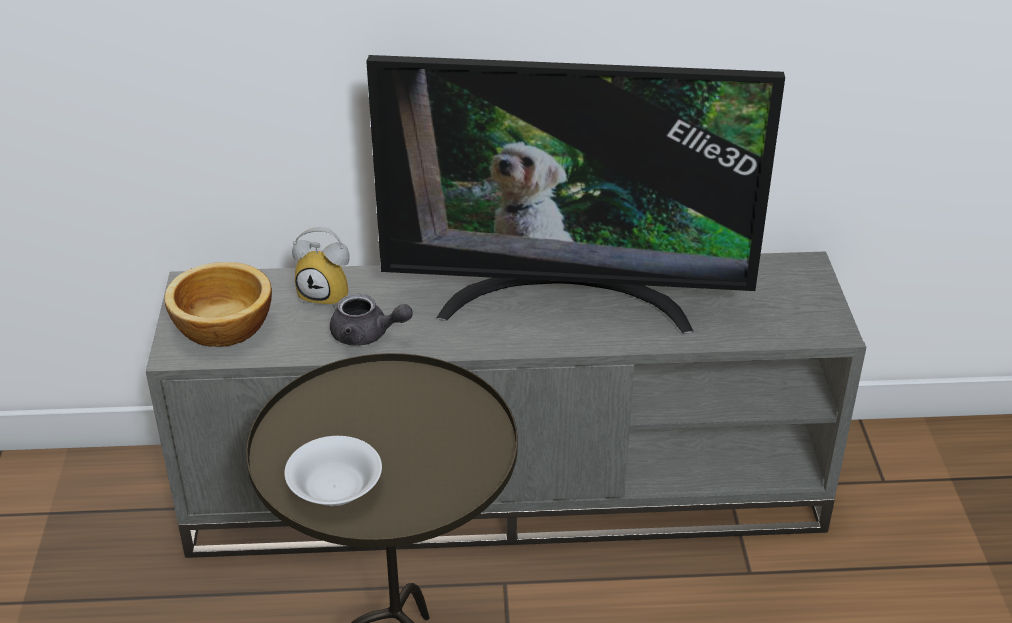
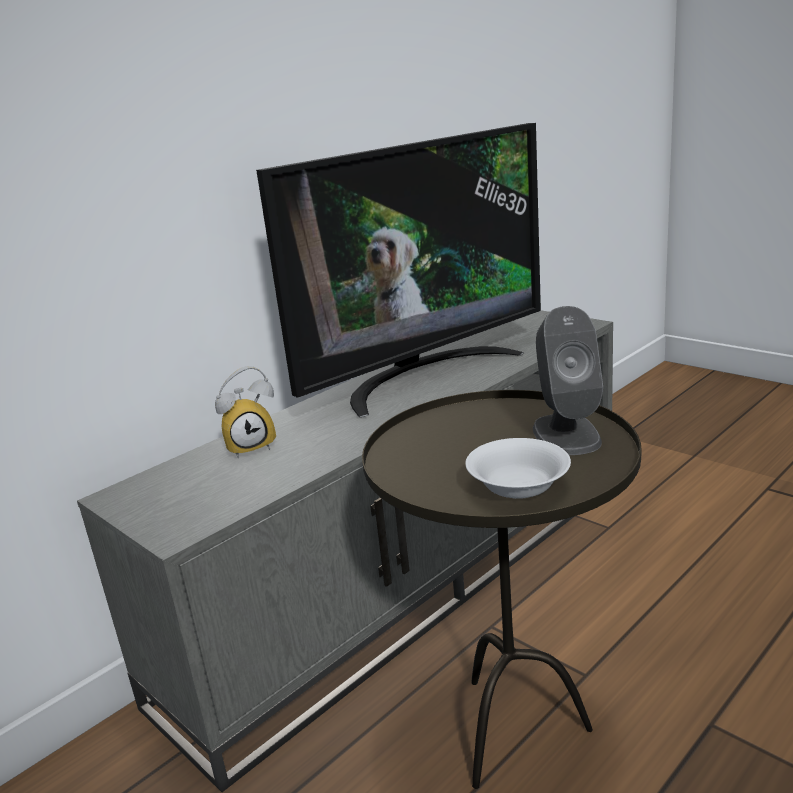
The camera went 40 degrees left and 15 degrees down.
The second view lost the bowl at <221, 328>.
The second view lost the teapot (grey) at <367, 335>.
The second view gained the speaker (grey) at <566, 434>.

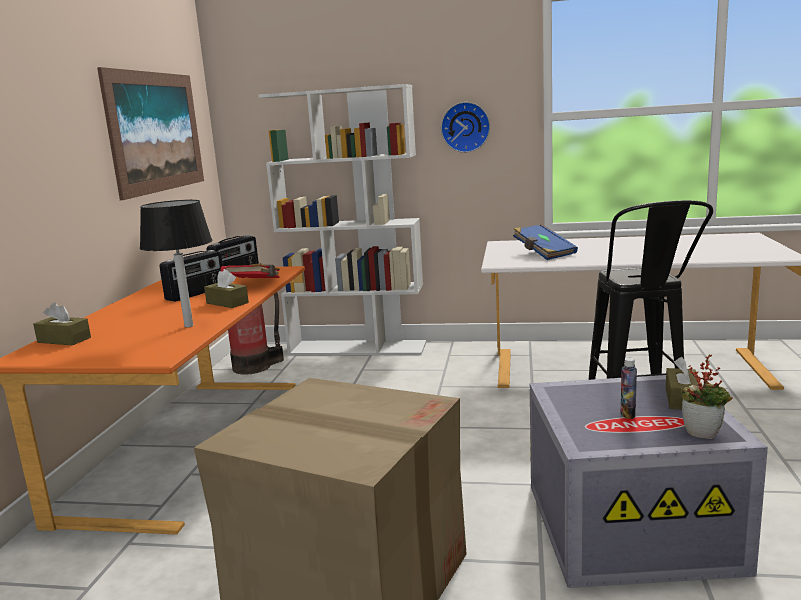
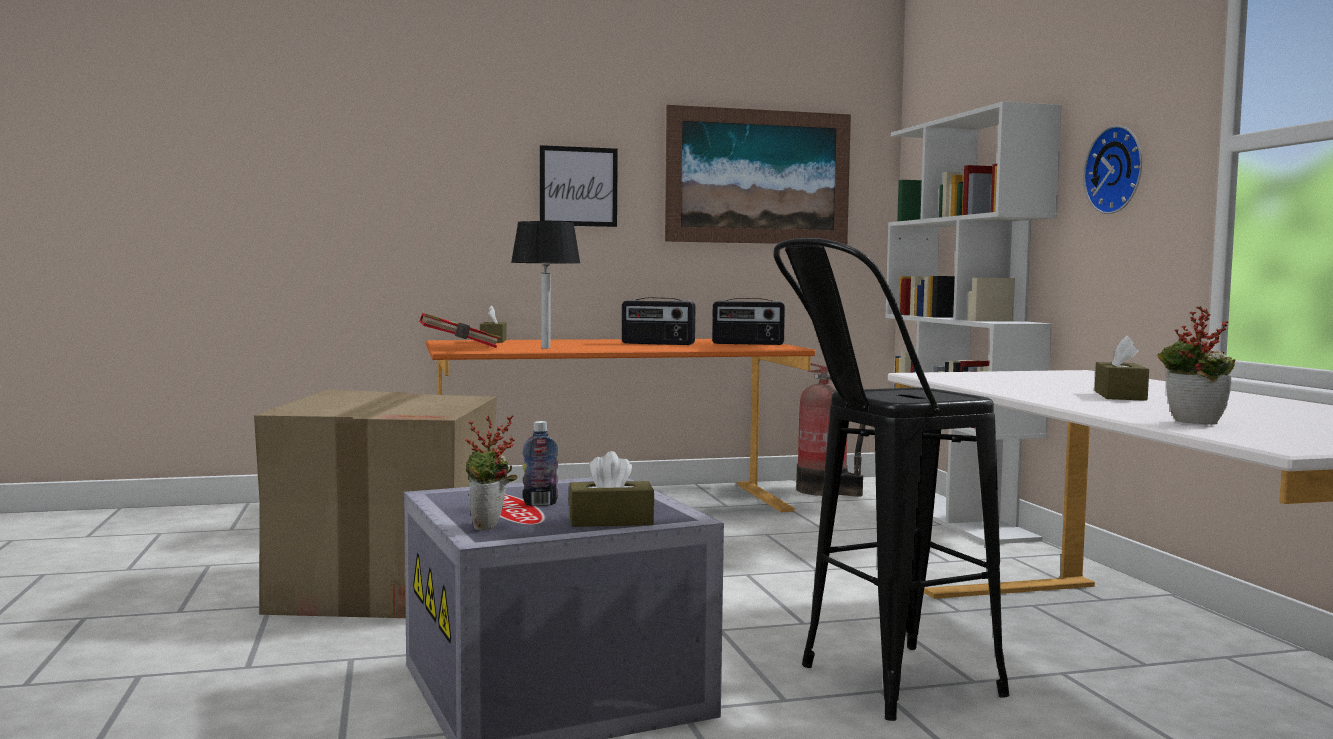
The camera went 65 degrees right and 10 degrees down.
The second view lost the book (blue) at <543, 253>.
The book (red) ended up elsewhere, having gone from <254, 285> to <459, 346>.
The tissue box (brown) ended up elsewhere, having gone from <227, 303> to <1120, 395>.
The second view gained the picture at <578, 186>.
The second view gained the potted plant at <1192, 423>.

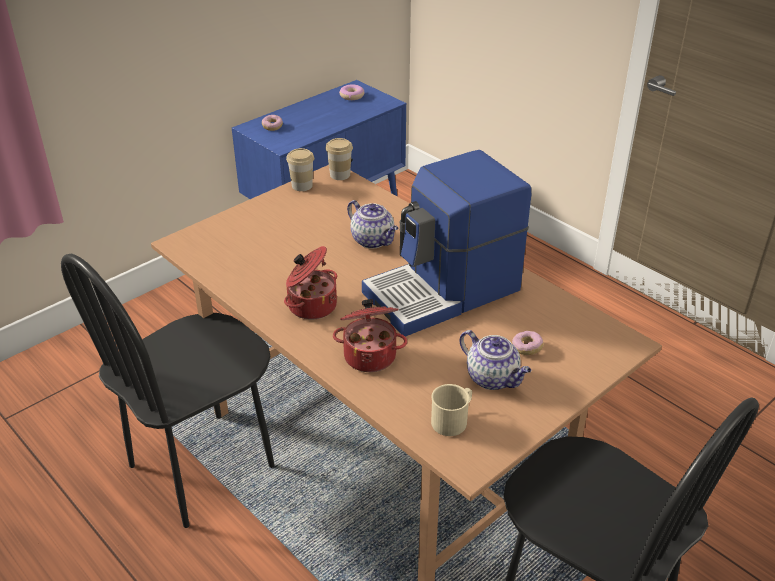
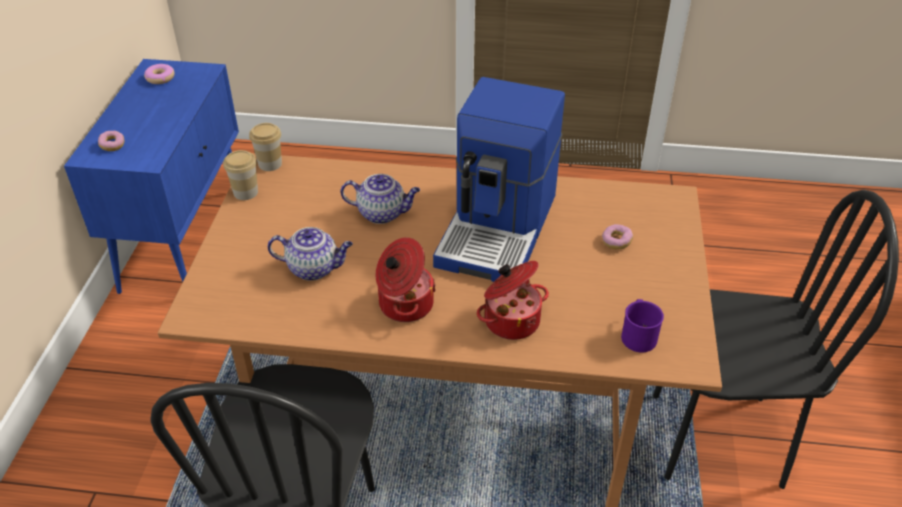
The camera went 40 degrees left and 5 degrees up.
The teapot ended up elsewhere, having gone from <493, 378> to <314, 268>.
What was the mug (beige) at <453, 420> turned into the mug (purple) at <638, 334>.

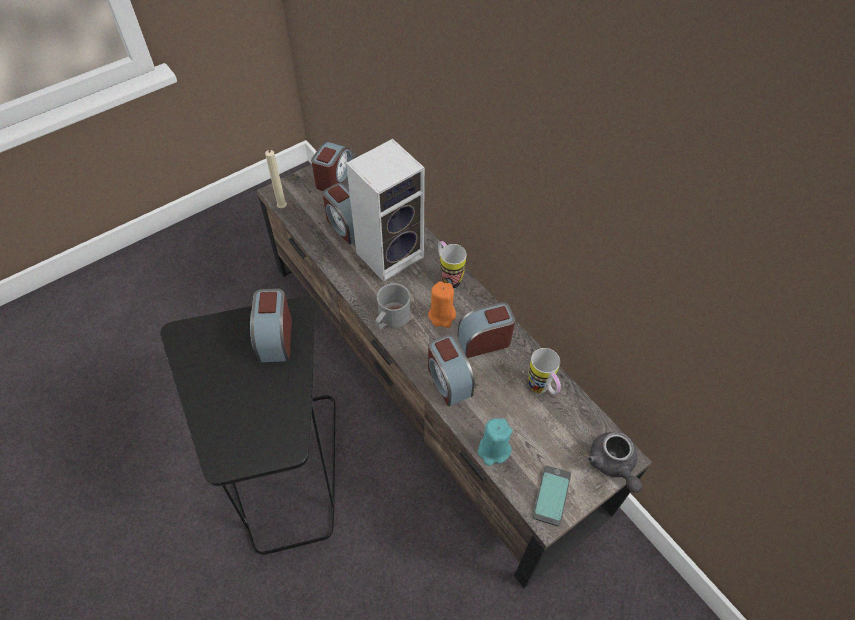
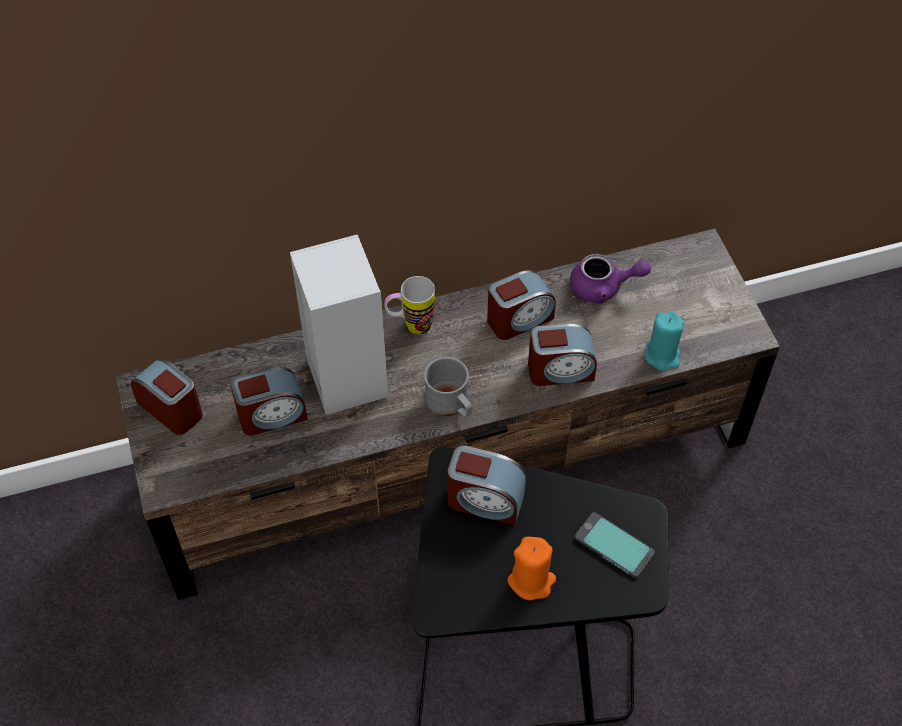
The camera went 70 degrees left and 0 degrees up.
The second view lost the candle (beige) at <284, 207>.
The candle (orange) ended up elsewhere, having gone from <442, 315> to <531, 581>.
The alarm clock at <484, 341> ended up facing another way, 120 degrees counterclockwise from before.
Where the mug stood at <542, 390>, the teapot (purple) came to stand at <603, 287>.
The second view lost the teapot (grey) at <613, 465>.
The phone ended up elsewhere, having gone from <551, 495> to <614, 546>.

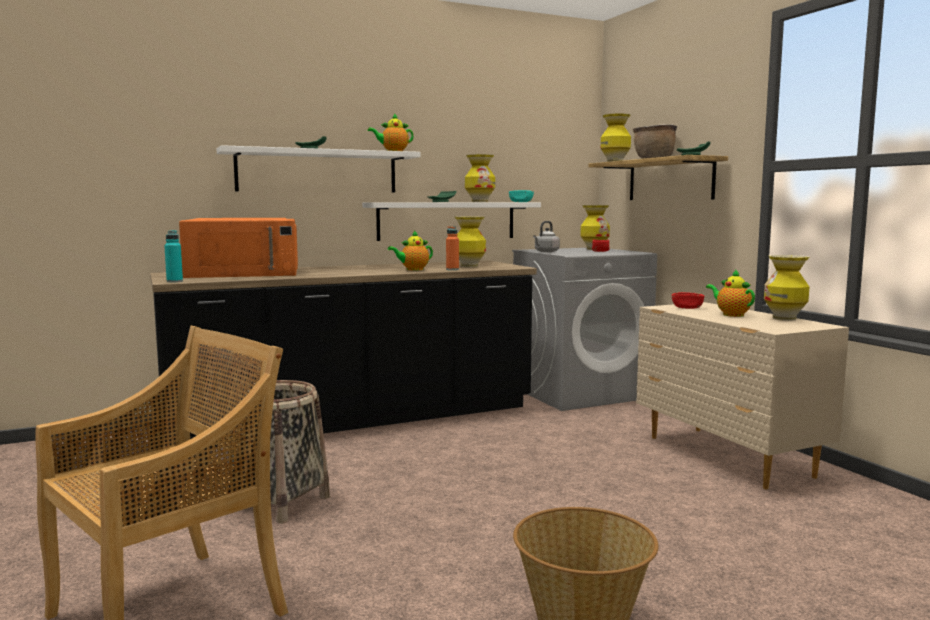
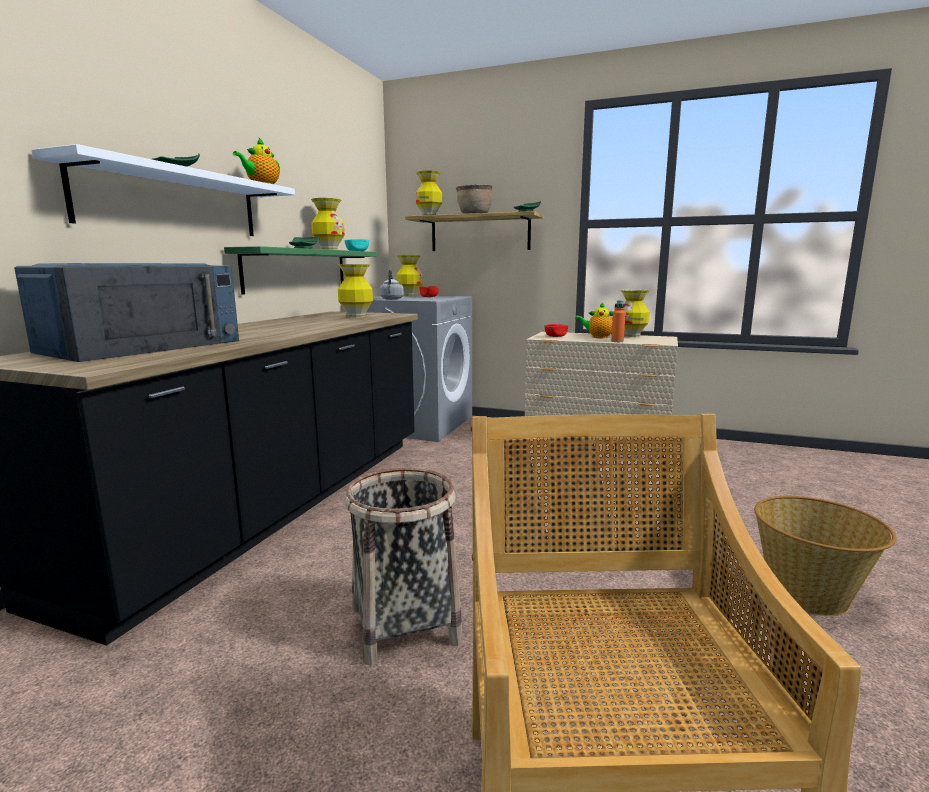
The camera went 45 degrees left and 5 degrees up.
What was the shelf (white) at <447, 221> turned into the shelf (green) at <297, 270>.
What was the microwave (orange) at <244, 273> turned into the microwave (blue) at <143, 346>.
The bottle (orange) ended up elsewhere, having gone from <452, 269> to <617, 341>.
The second view lost the bottle (turquoise) at <174, 281>.
The second view lost the teapot at <413, 269>.

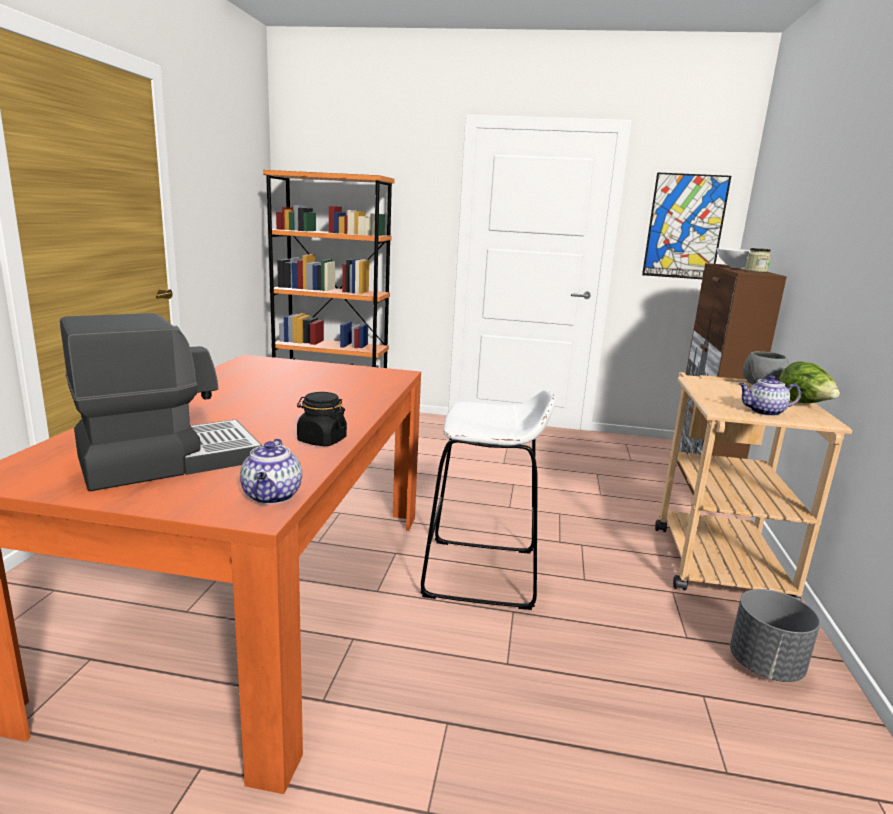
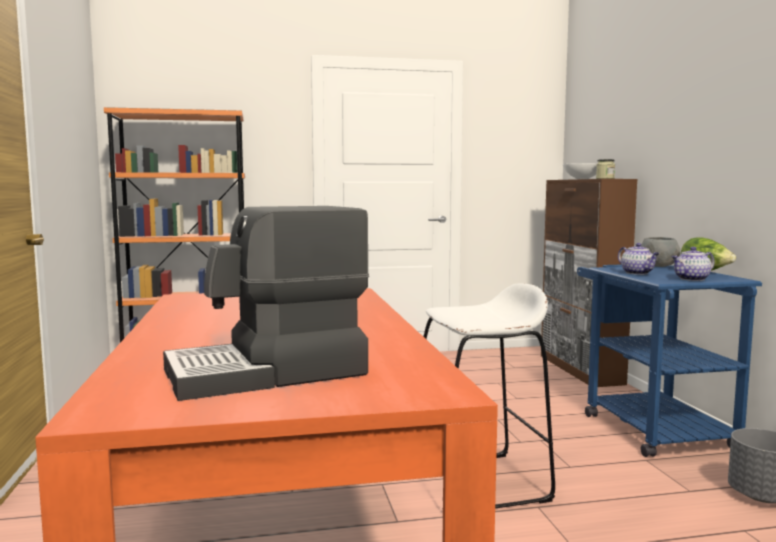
The camera went 20 degrees left and 10 degrees down.
The second view lost the picture at <685, 227>.
The coffee machine at <168, 459> ended up facing another way, 150 degrees counterclockwise from before.
What was the cart (beige) at <715, 556> turned into the cart (blue) at <649, 426>.
The second view lost the jar (black) at <321, 440>.
The teapot ended up elsewhere, having gone from <272, 496> to <638, 273>.

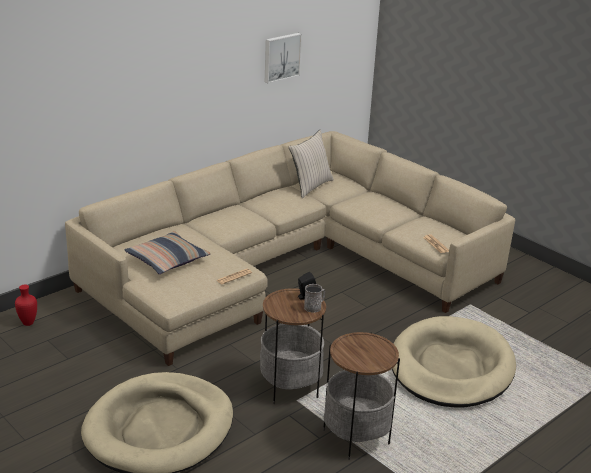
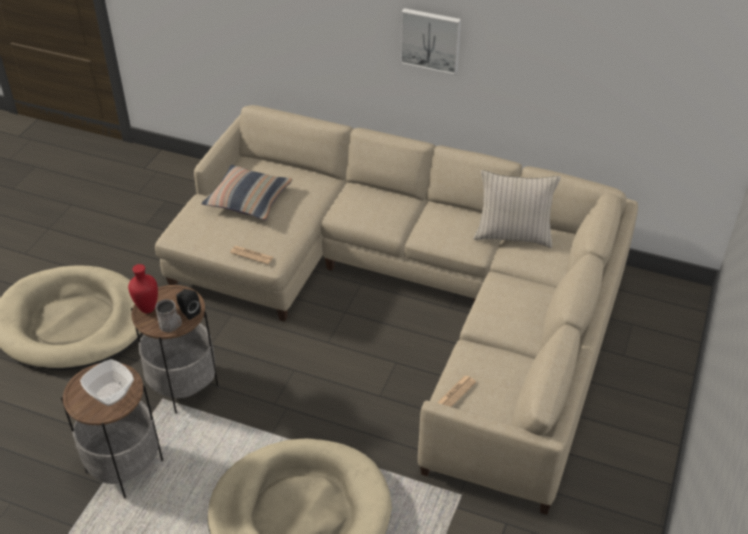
The camera went 65 degrees right and 15 degrees up.
The picture ended up elsewhere, having gone from <281, 57> to <431, 40>.
The vase (red) ended up elsewhere, having gone from <28, 323> to <148, 308>.
The second view gained the bowl at <111, 394>.

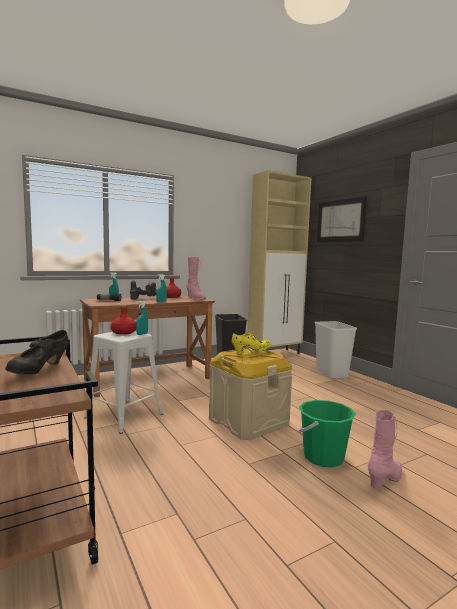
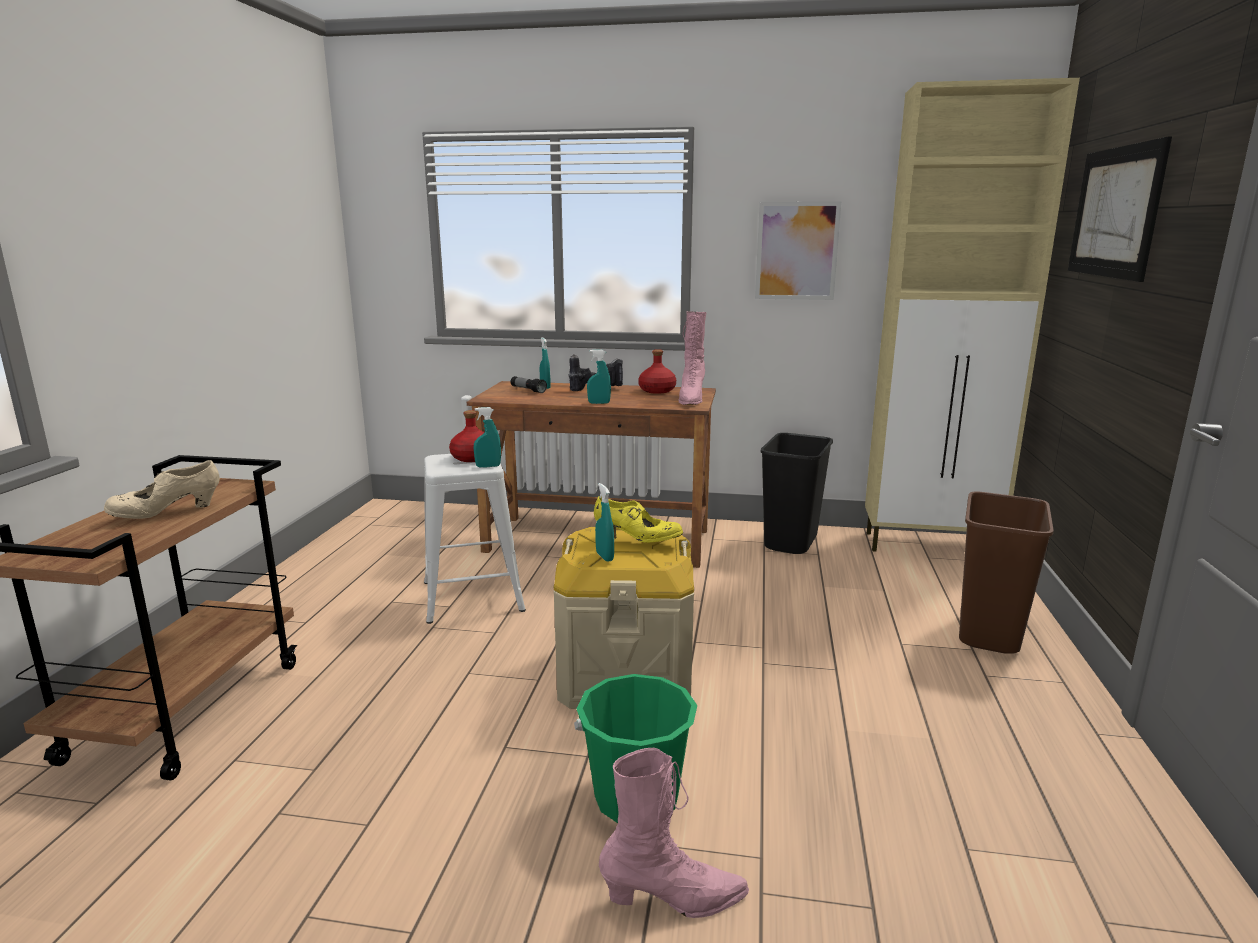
The camera went 40 degrees right and 10 degrees up.
What was the trash can (white) at <332, 374> turned into the trash can (brown) at <990, 634>.
What was the shoe (black) at <39, 370> turned into the shoe (beige) at <167, 513>.
The second view gained the picture at <796, 251>.
The second view gained the spray bottle (turquoise) at <604, 556>.

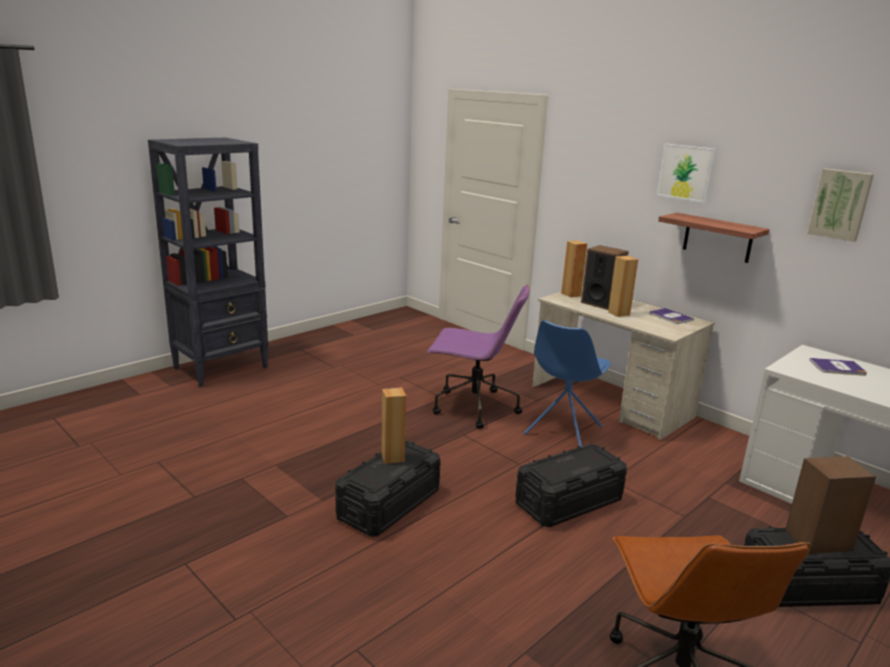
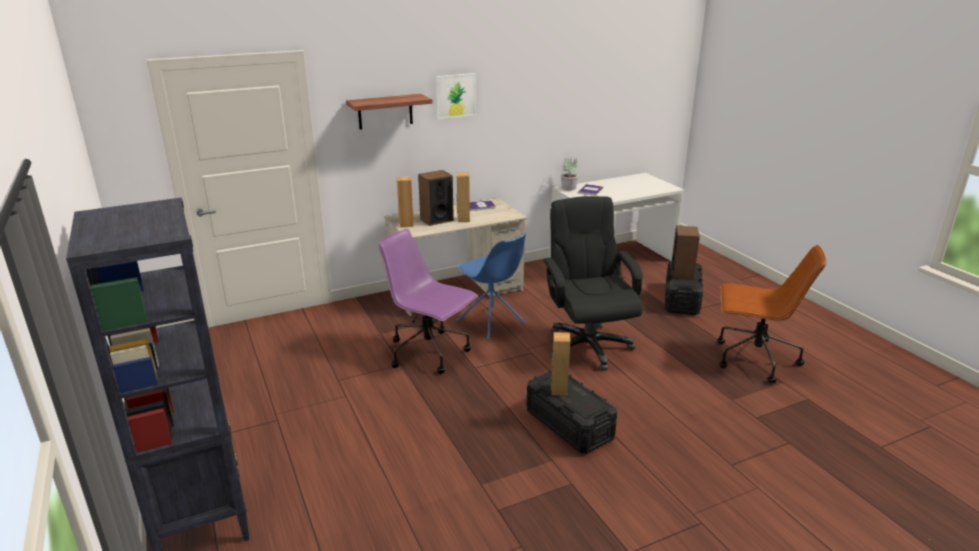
The camera went 70 degrees left and 5 degrees up.
The second view lost the picture at <840, 204>.
The shelf ended up elsewhere, having gone from <717, 238> to <385, 111>.
The office chair (purple) at <473, 407> ended up facing another way, 90 degrees counterclockwise from before.
Where the storage box (black) stood at <569, 502>, the office chair (black) came to stand at <587, 346>.
The second view gained the potted plant at <569, 188>.

